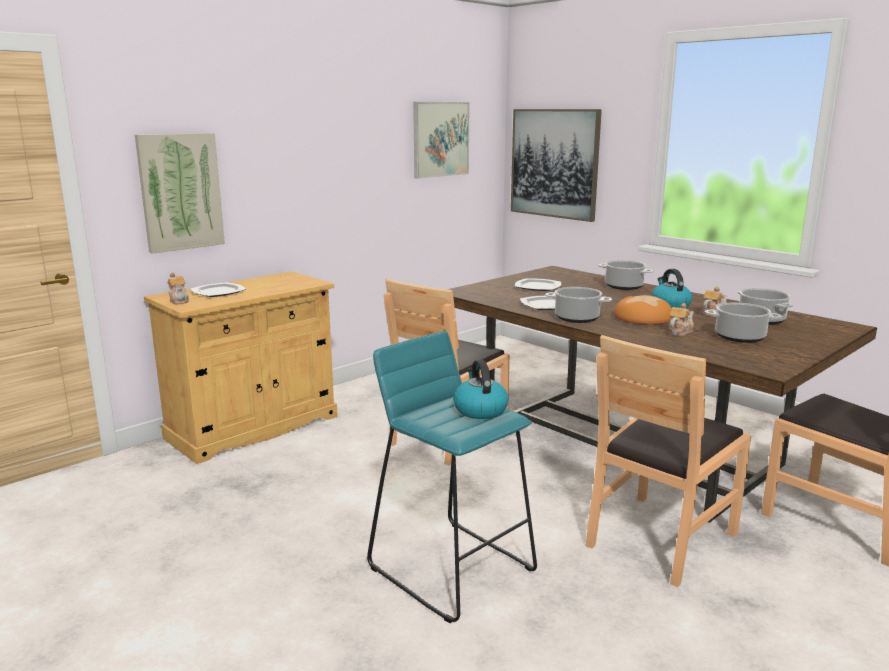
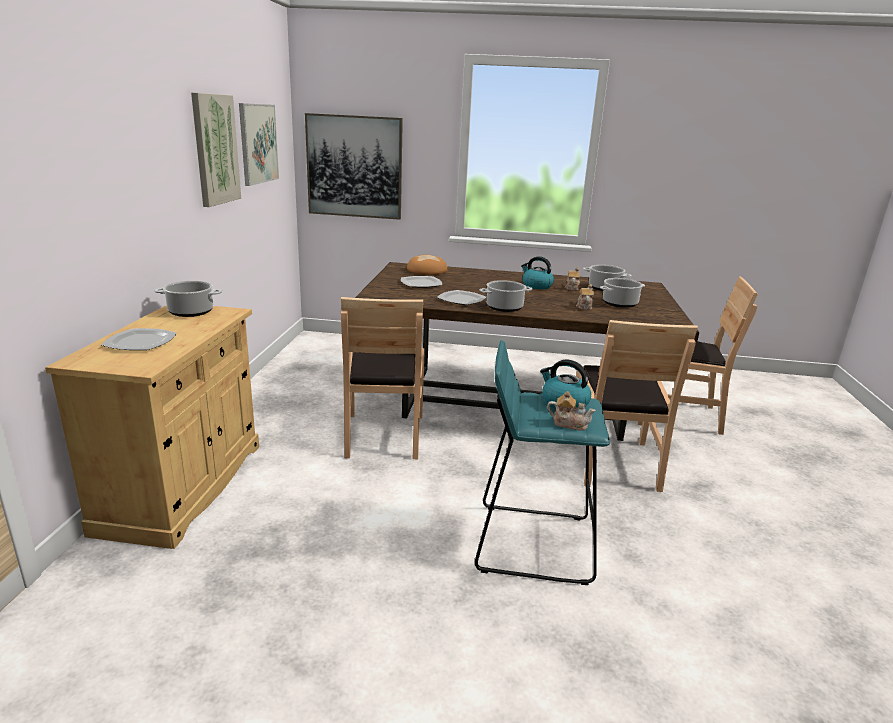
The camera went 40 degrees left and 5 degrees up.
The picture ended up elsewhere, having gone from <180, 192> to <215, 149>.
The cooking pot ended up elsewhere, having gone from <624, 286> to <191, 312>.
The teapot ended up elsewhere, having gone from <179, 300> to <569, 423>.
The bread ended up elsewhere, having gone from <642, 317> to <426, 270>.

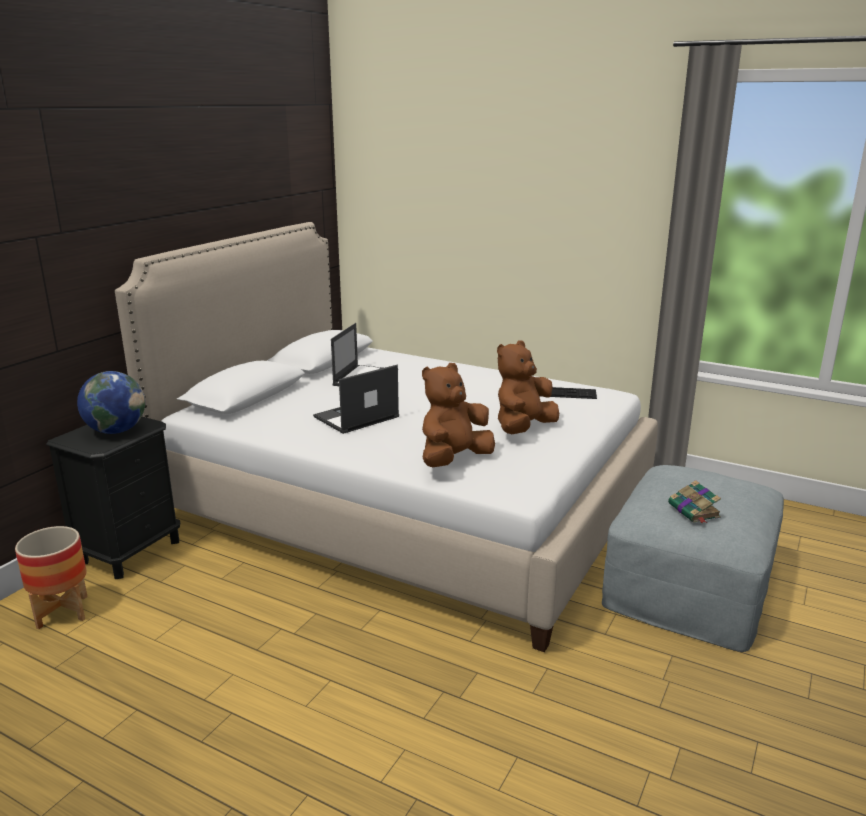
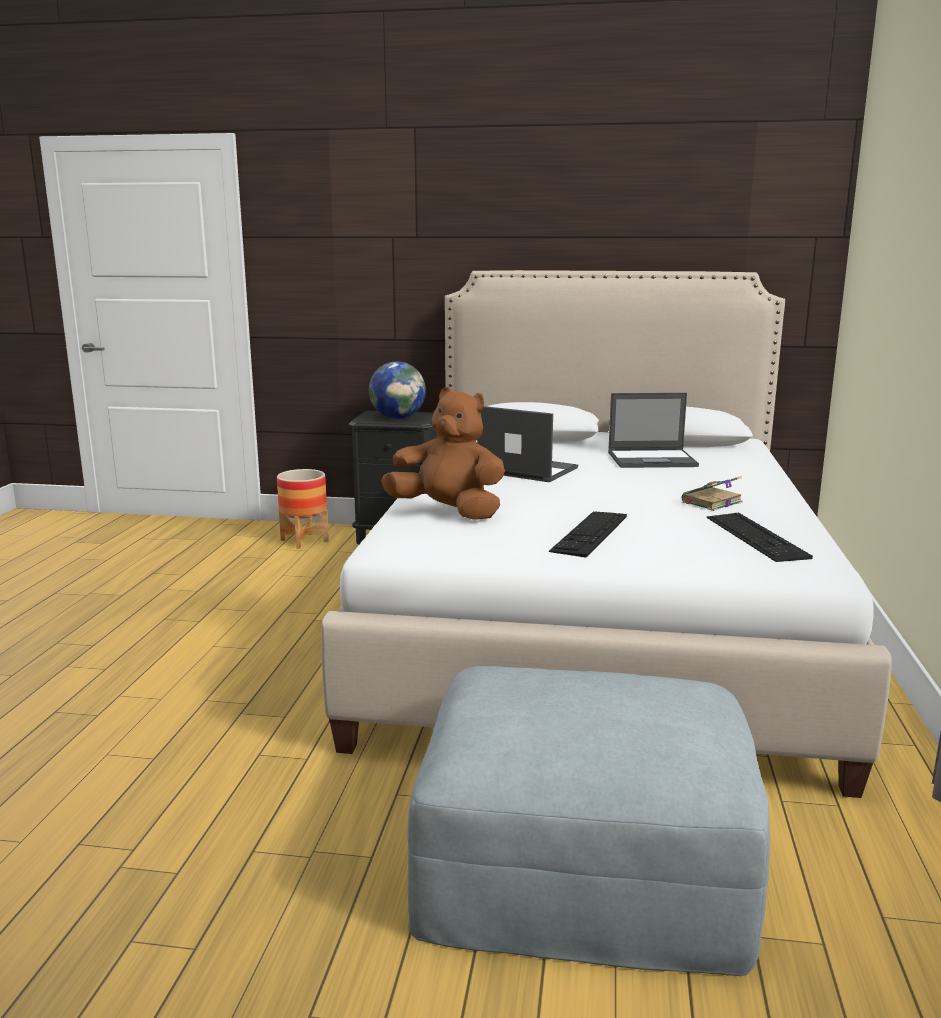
The camera went 70 degrees right and 5 degrees down.
Where the plush toy (brown) stood at <523, 428>, the keyboard came to stand at <589, 533>.
The book ended up elsewhere, having gone from <694, 511> to <710, 502>.

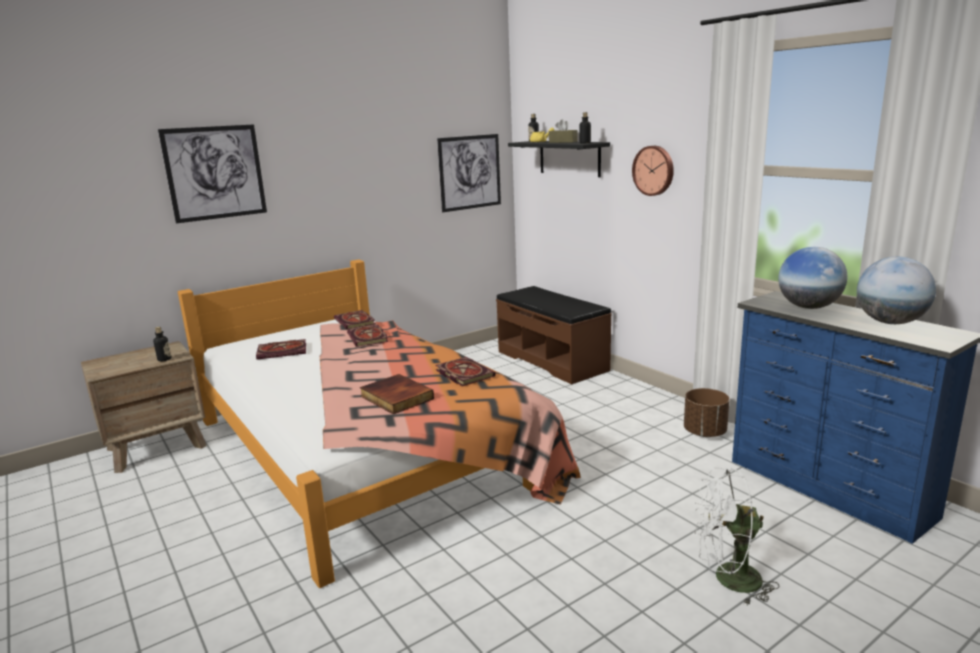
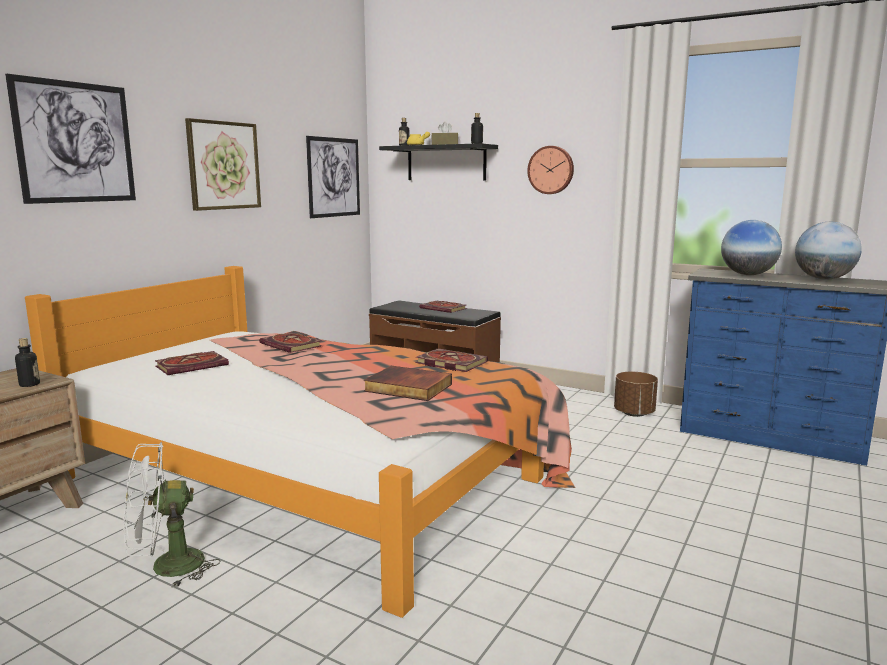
The camera went 25 degrees left and 5 degrees down.
The book ended up elsewhere, having gone from <356, 322> to <444, 309>.
The fan (white) ended up elsewhere, having gone from <728, 580> to <166, 568>.
The second view gained the picture at <223, 165>.

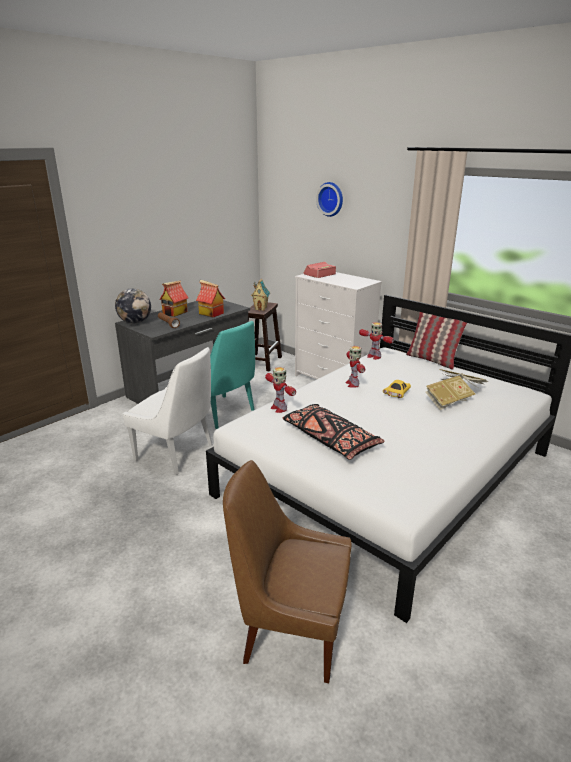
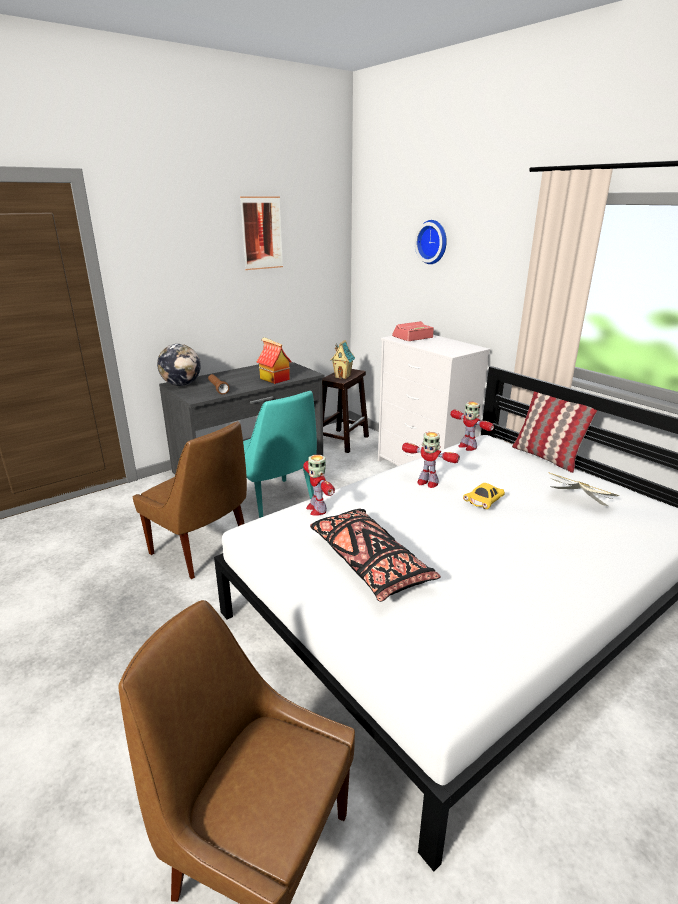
The camera went 10 degrees right and 0 degrees up.
The second view lost the toy house at <175, 313>.
The toy robot at <352, 384> ended up facing another way, 60 degrees counterclockwise from before.
What was the chair (white) at <177, 453> turned into the chair (brown) at <202, 550>.
The second view lost the book at <447, 402>.
The second view gained the picture at <262, 233>.

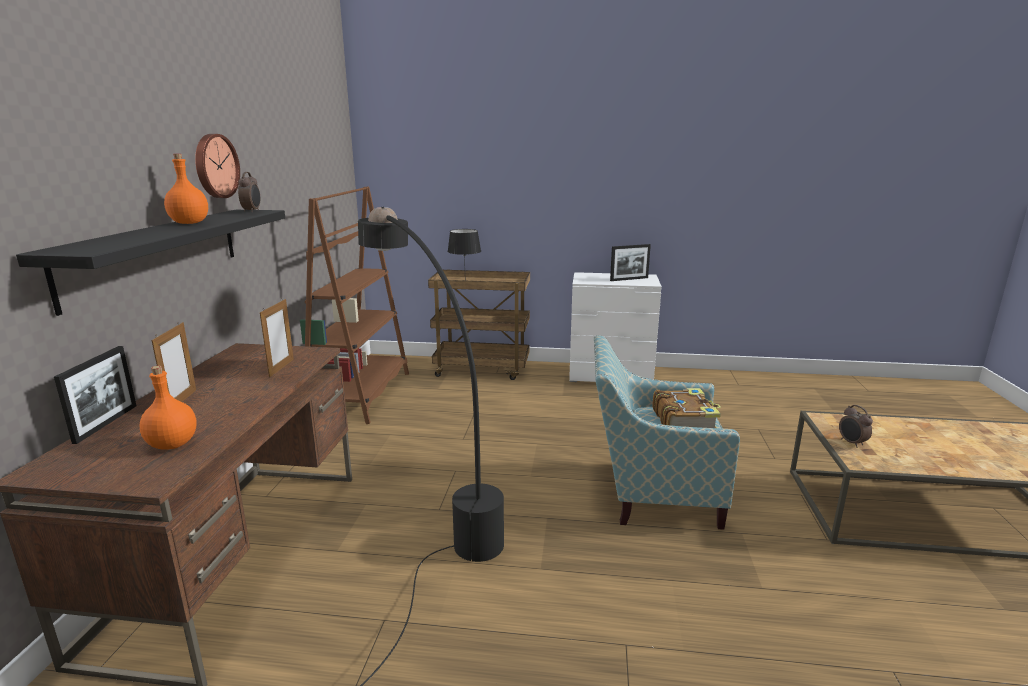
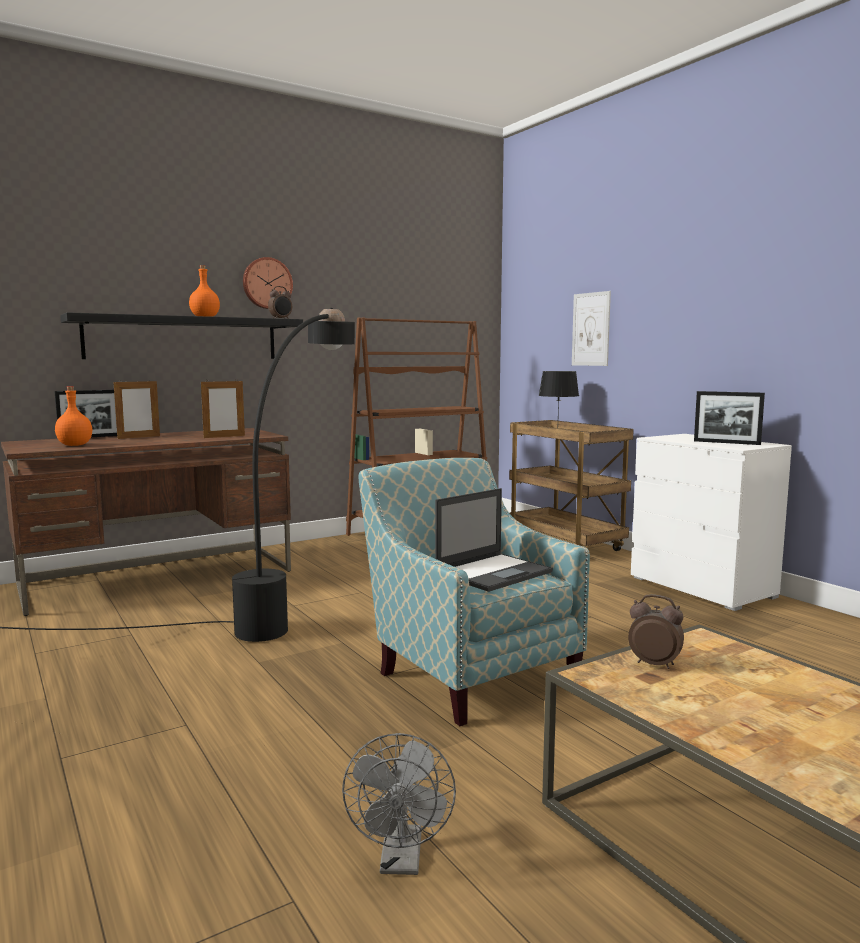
The camera went 50 degrees right and 10 degrees down.
Where the book stood at <684, 420>, the laptop came to stand at <494, 572>.
The alarm clock at <851, 443> ended up facing another way, 90 degrees clockwise from before.
The second view gained the picture at <591, 329>.
The second view gained the fan (grey) at <401, 861>.

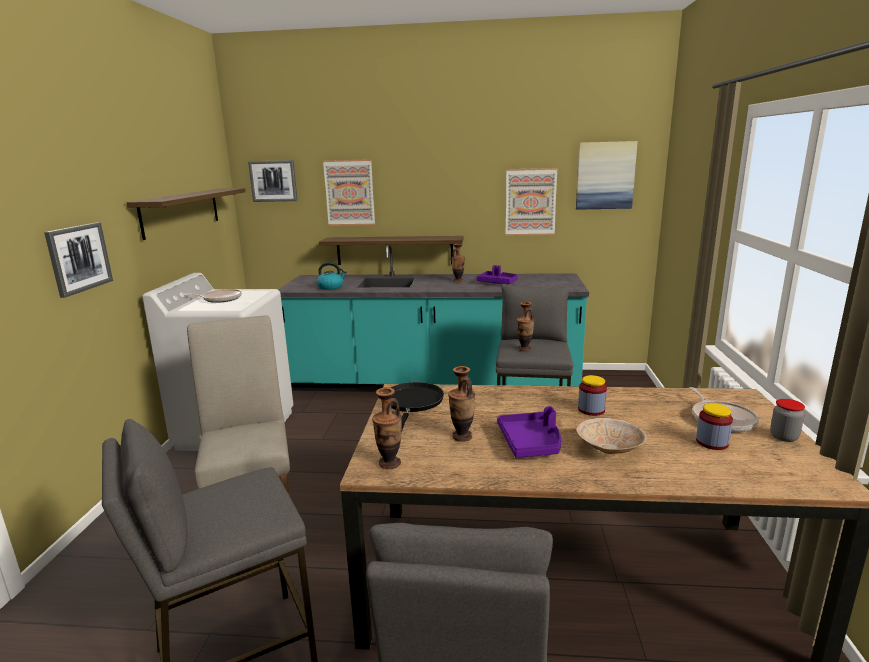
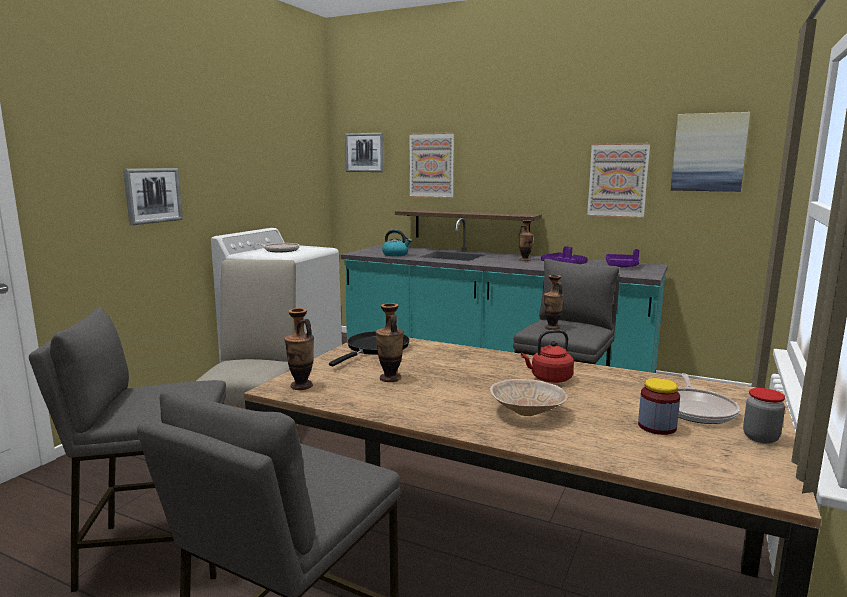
The camera went 20 degrees right and 5 degrees down.
The second view lost the shelf at <181, 211>.
Where the jar stood at <591, 410>, the kettle (red) came to stand at <549, 379>.
The tray (purple) ended up elsewhere, having gone from <531, 443> to <622, 266>.

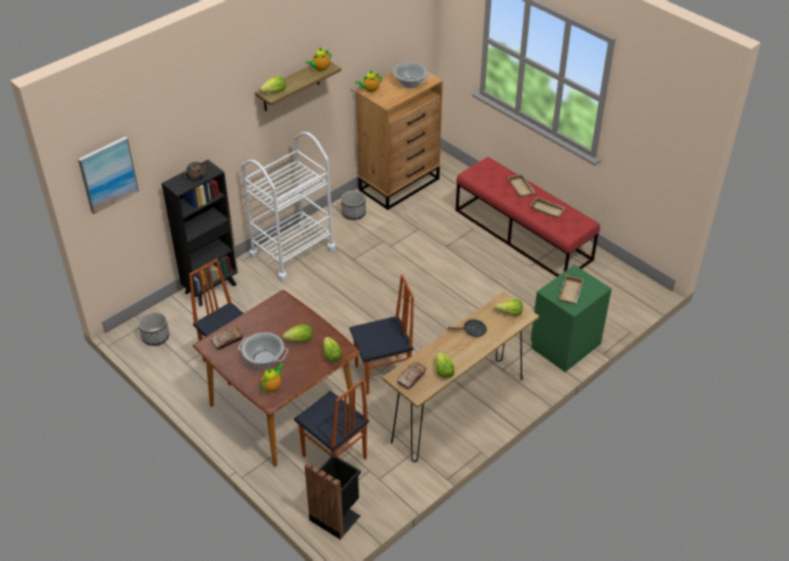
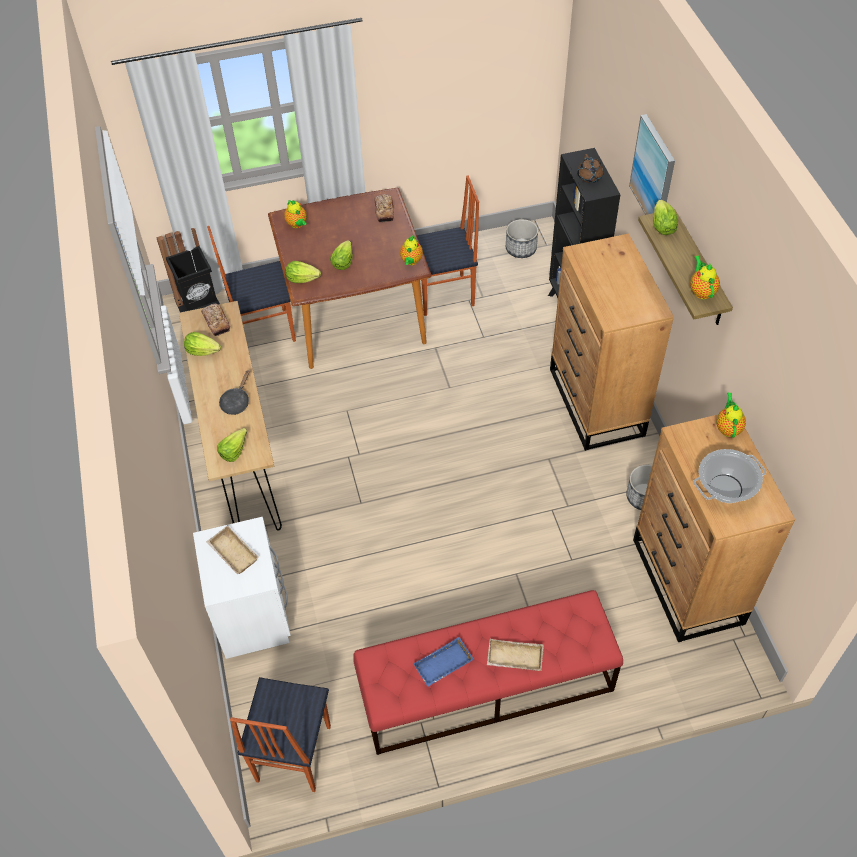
The camera went 120 degrees right and 10 degrees up.
Where the cart (white) stood at <292, 252>, the dresser (brown) came to stand at <596, 403>.
The picture ended up elsewhere, having gone from <108, 174> to <653, 173>.
What was the tray (beige) at <548, 209> turned into the tray (blue) at <443, 666>.
What was the nightstand (green) at <564, 345> turned into the nightstand (white) at <253, 615>.
The chair ended up elsewhere, having gone from <383, 375> to <292, 754>.
The second view lost the cooking pot at <264, 359>.
The second view gained the teapot at <411, 261>.

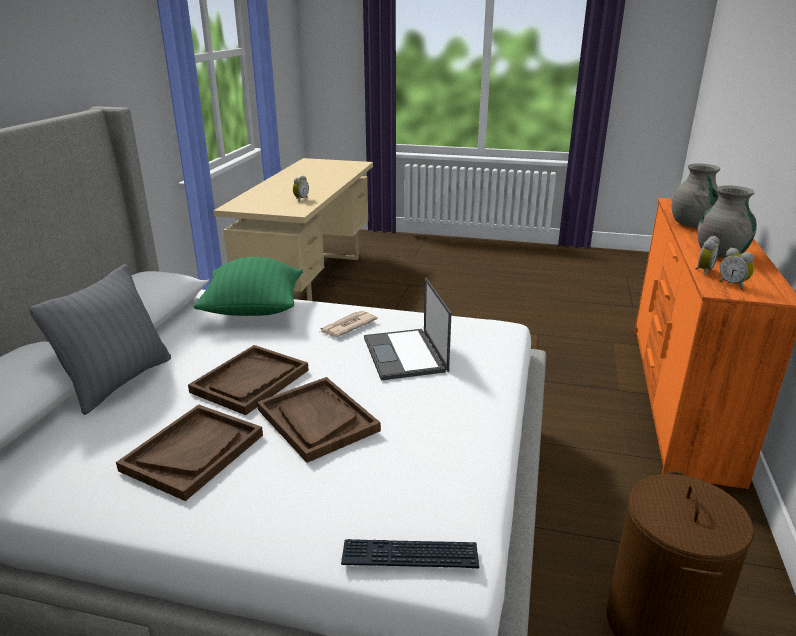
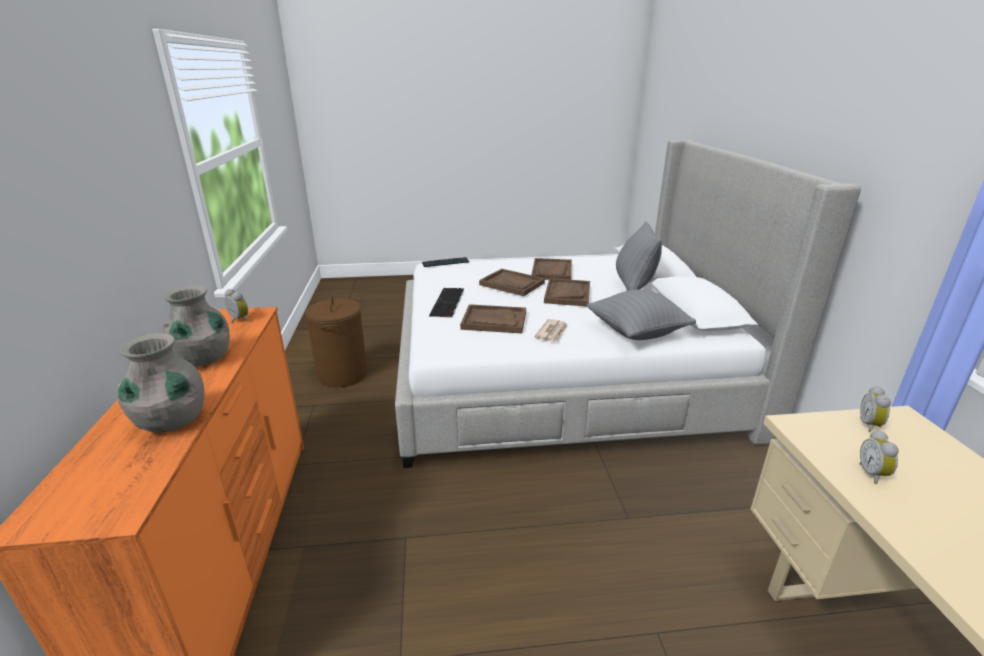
The camera went 160 degrees right and 0 degrees up.
The alarm clock ended up elsewhere, having gone from <703, 271> to <870, 425>.
What was the pillow (green) at <253, 311> turned into the pillow (grey) at <636, 332>.
Where the laptop stood at <405, 355>, the tray (brown) came to stand at <494, 321>.
The second view gained the keyboard at <448, 303>.

